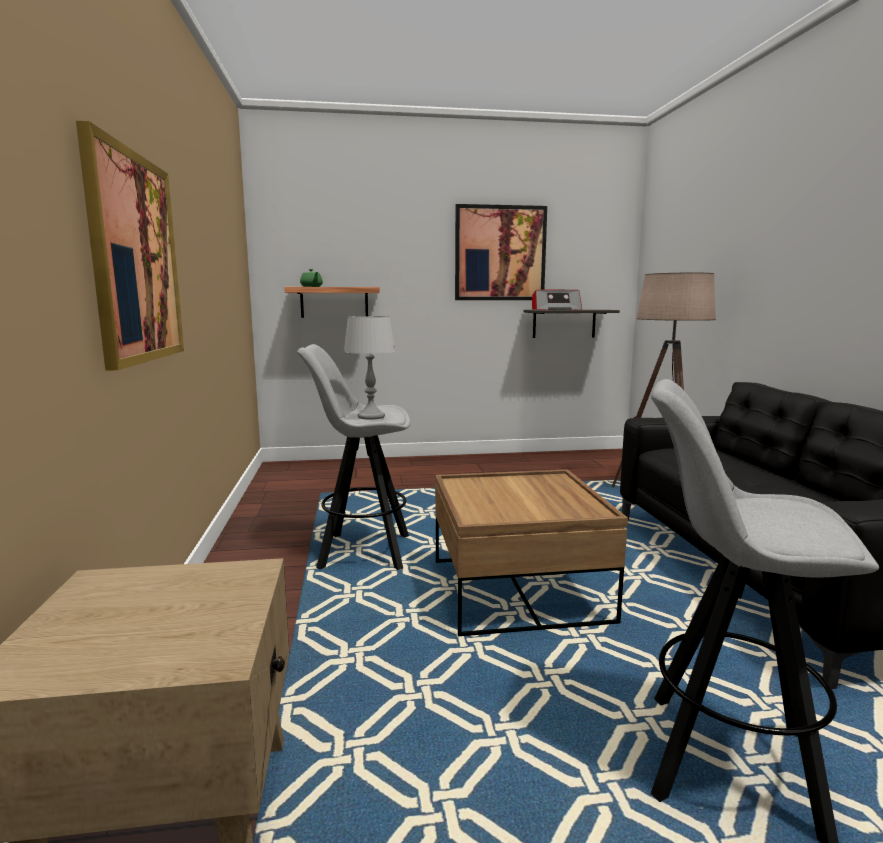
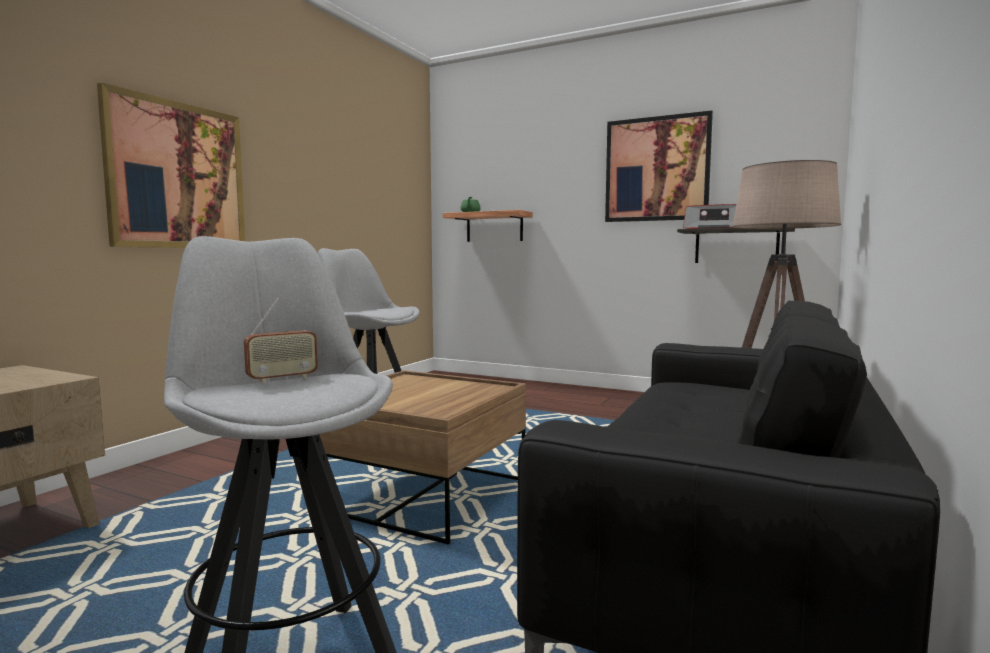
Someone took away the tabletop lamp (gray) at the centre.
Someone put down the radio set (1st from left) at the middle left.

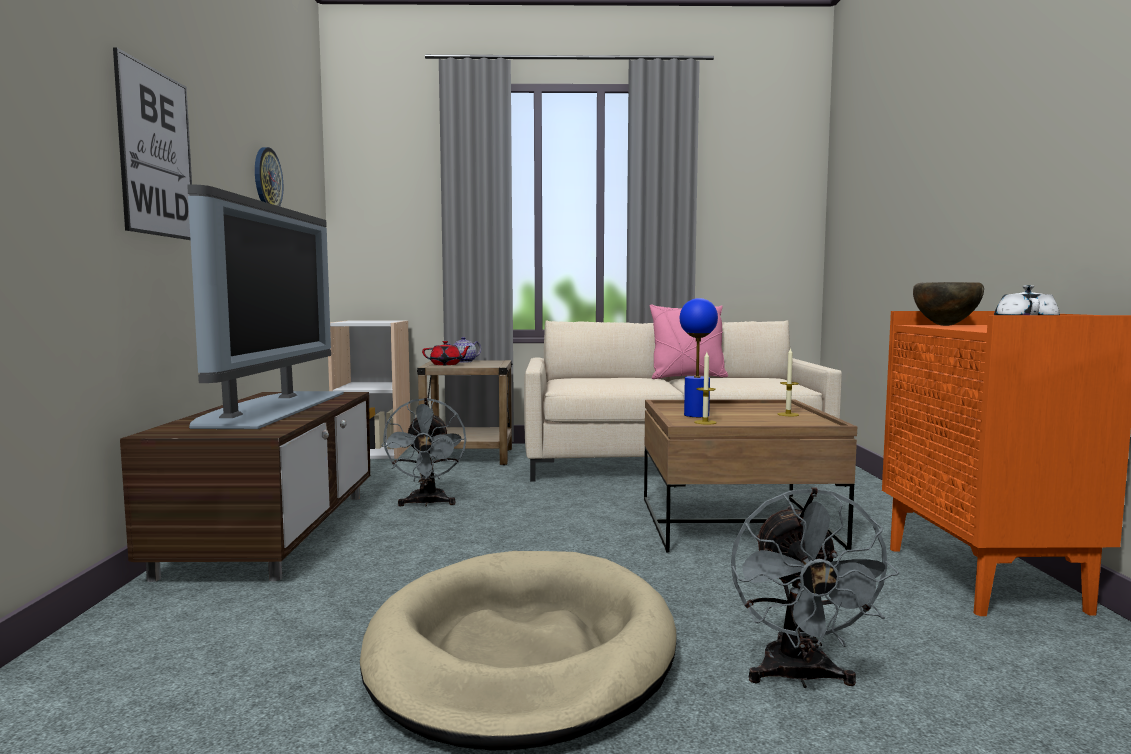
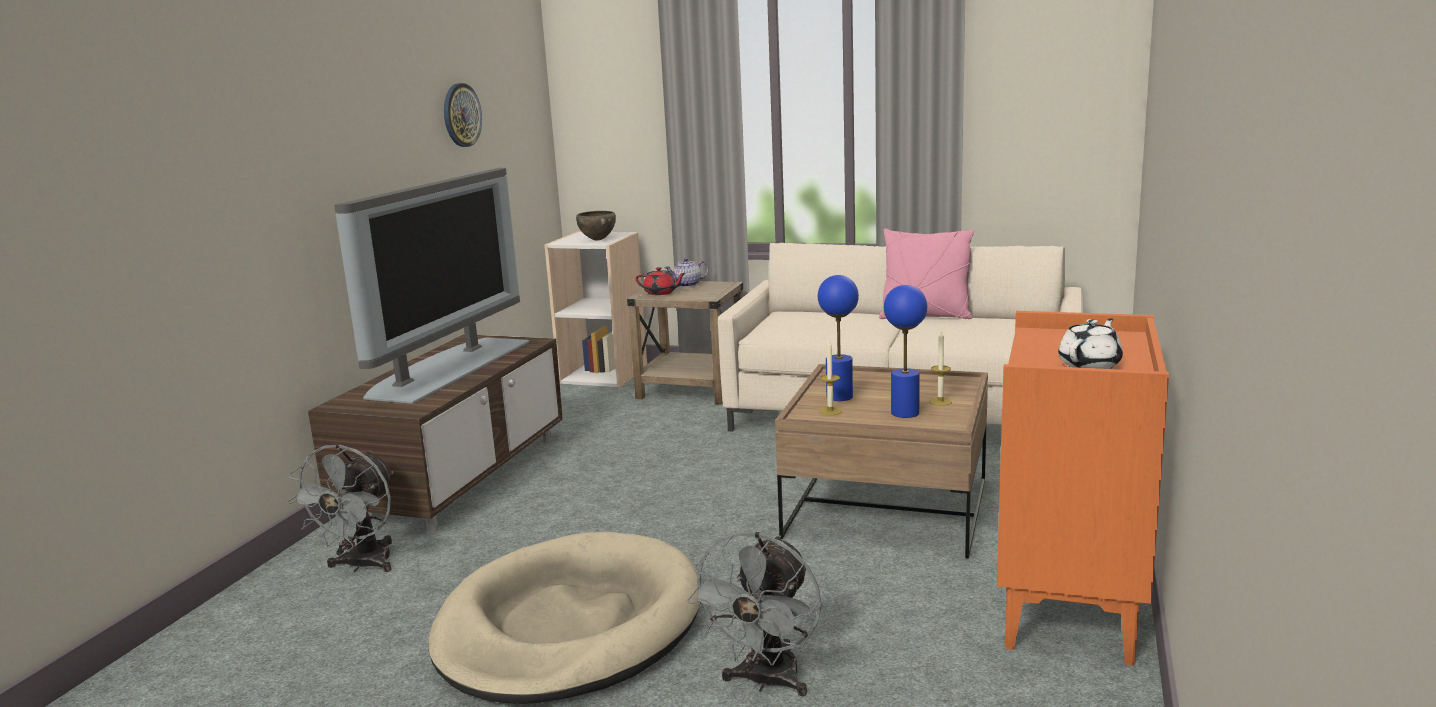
Someone took away the picture at the top left.
Someone carried the fan (gray) (1st from left) from the centre to the bottom left.
Someone carried the deep dish (brown-coloured) from the middle right to the top centre.
Someone put down the tabletop lamp (blue) (2nd from left) at the centre.

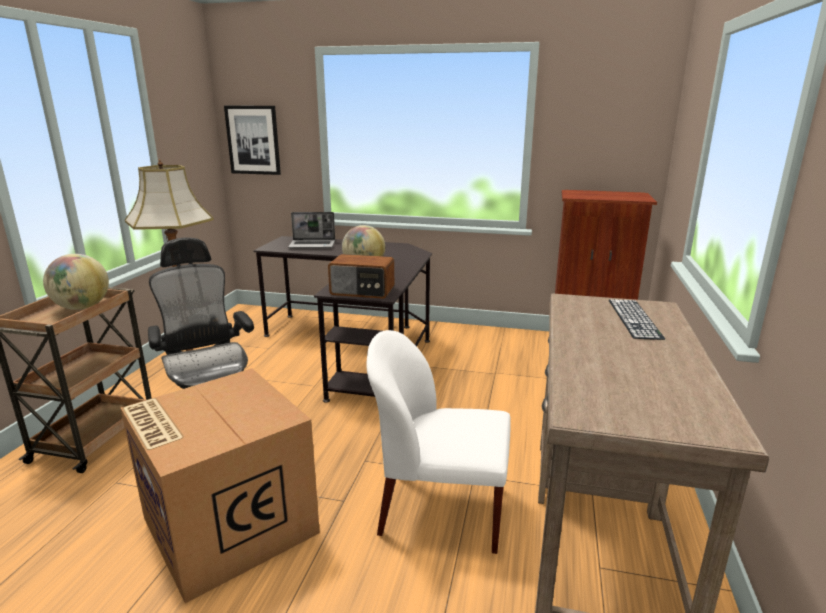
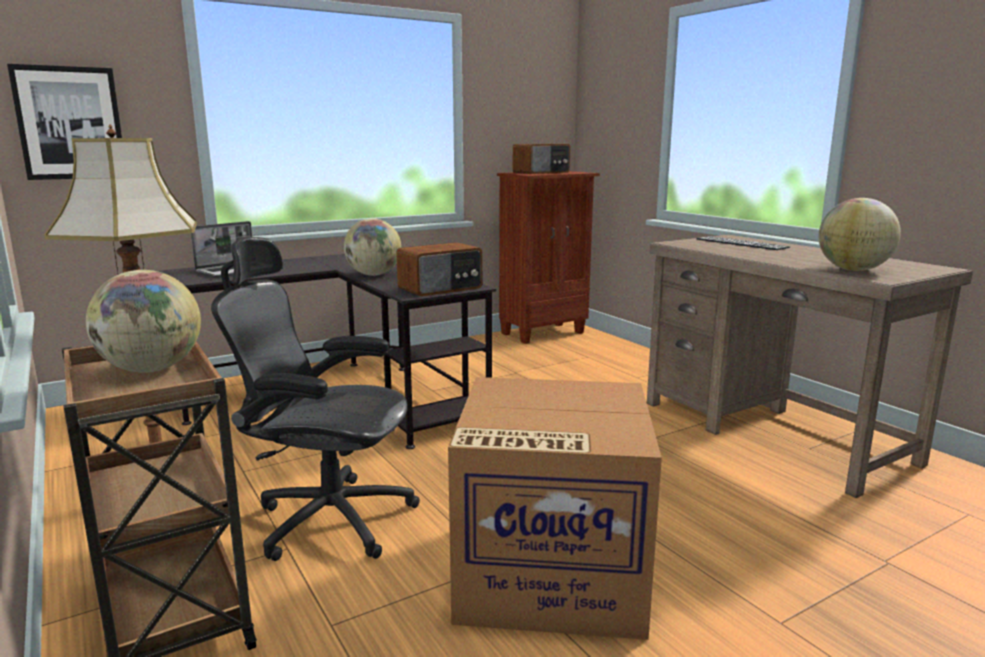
Someone took away the chair (whitish) at the bottom centre.
Someone put down the radio set (2nd from left) at the top centre.
Someone put down the globe (3rd from left) at the middle right.

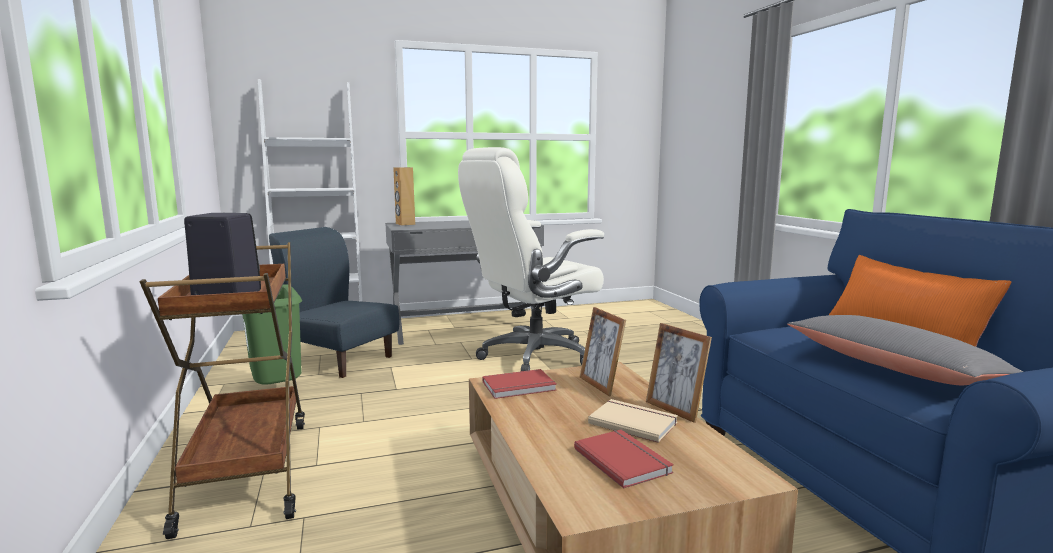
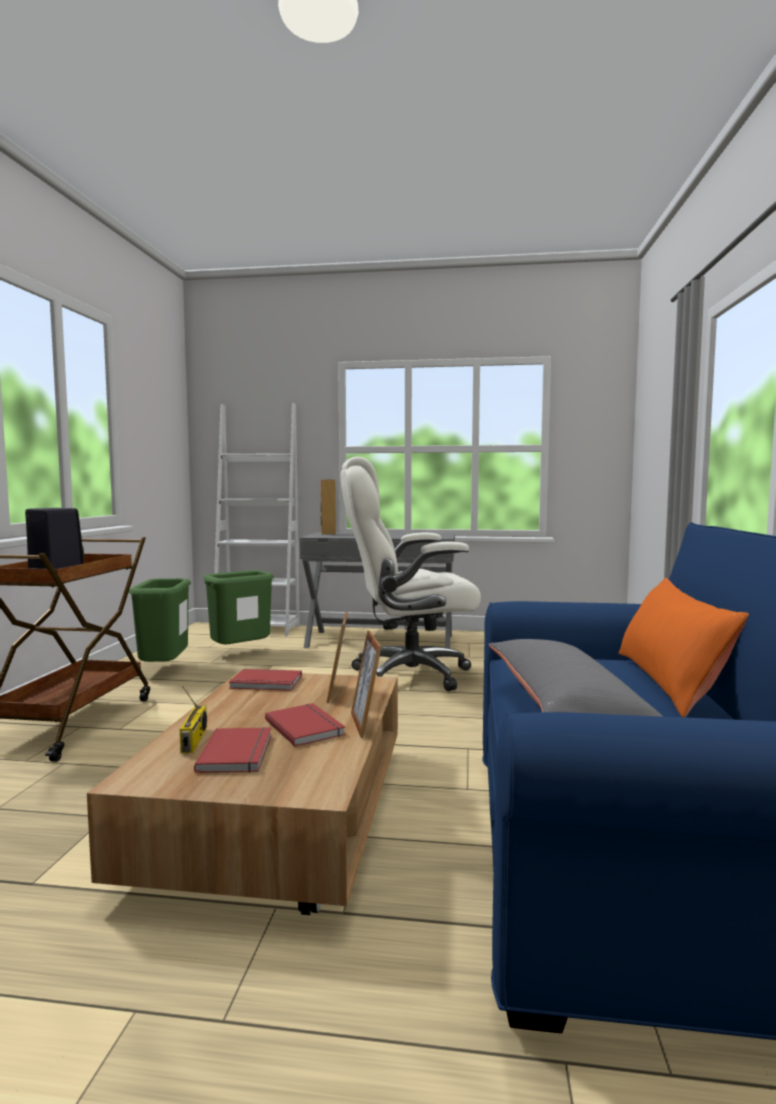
Someone swapped the chair (blue) at the middle left for the trash can (green) (2nd from left) at the middle left.
Someone repainted the volume (beige) at the bottom centre, which became the volume (red) (3rd from left) at the centre.
Someone put down the radio set at the middle left.

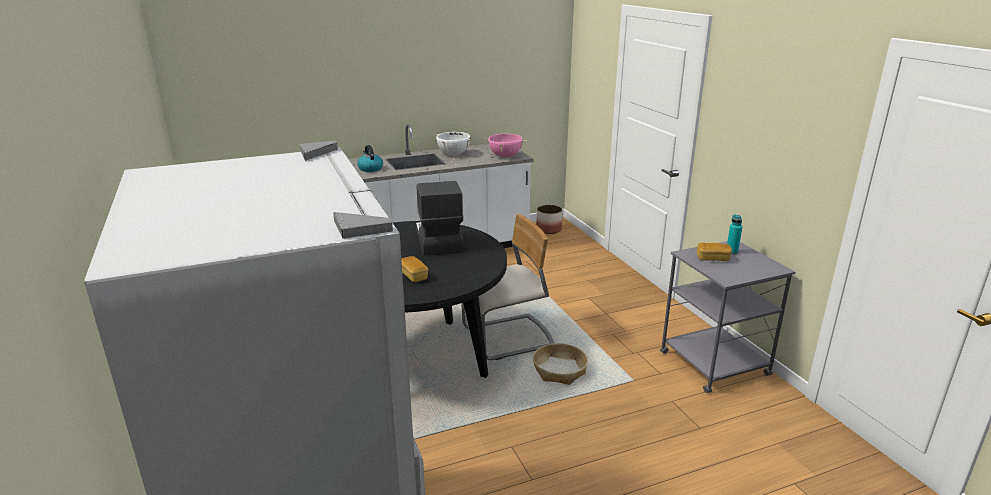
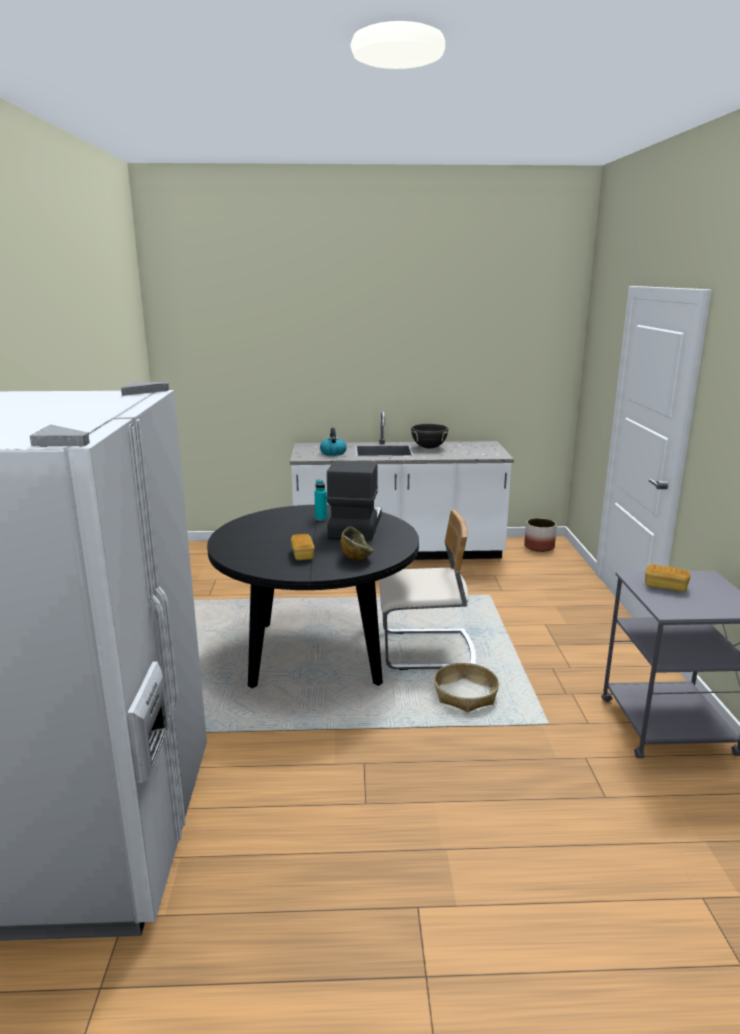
Someone repainted the stockpot (whitish) at the top centre, which became the stockpot (black) at the centre.
Someone took away the stockpot (pinkish) at the top centre.
Someone carried the drink bottle (turquoise) from the middle right to the centre.
Someone put down the deep dish at the centre.

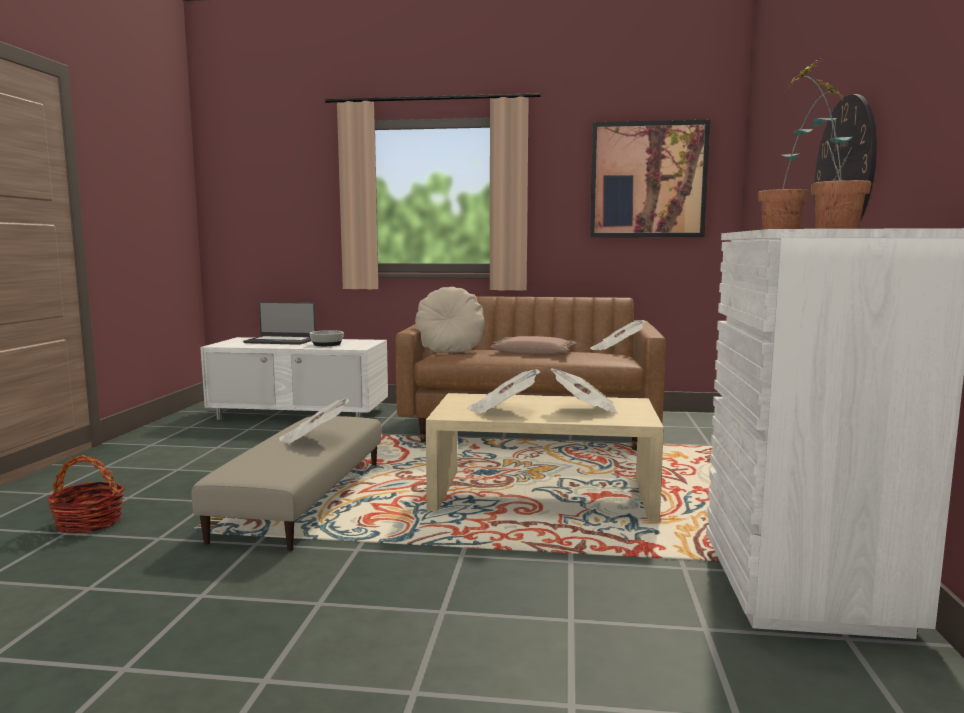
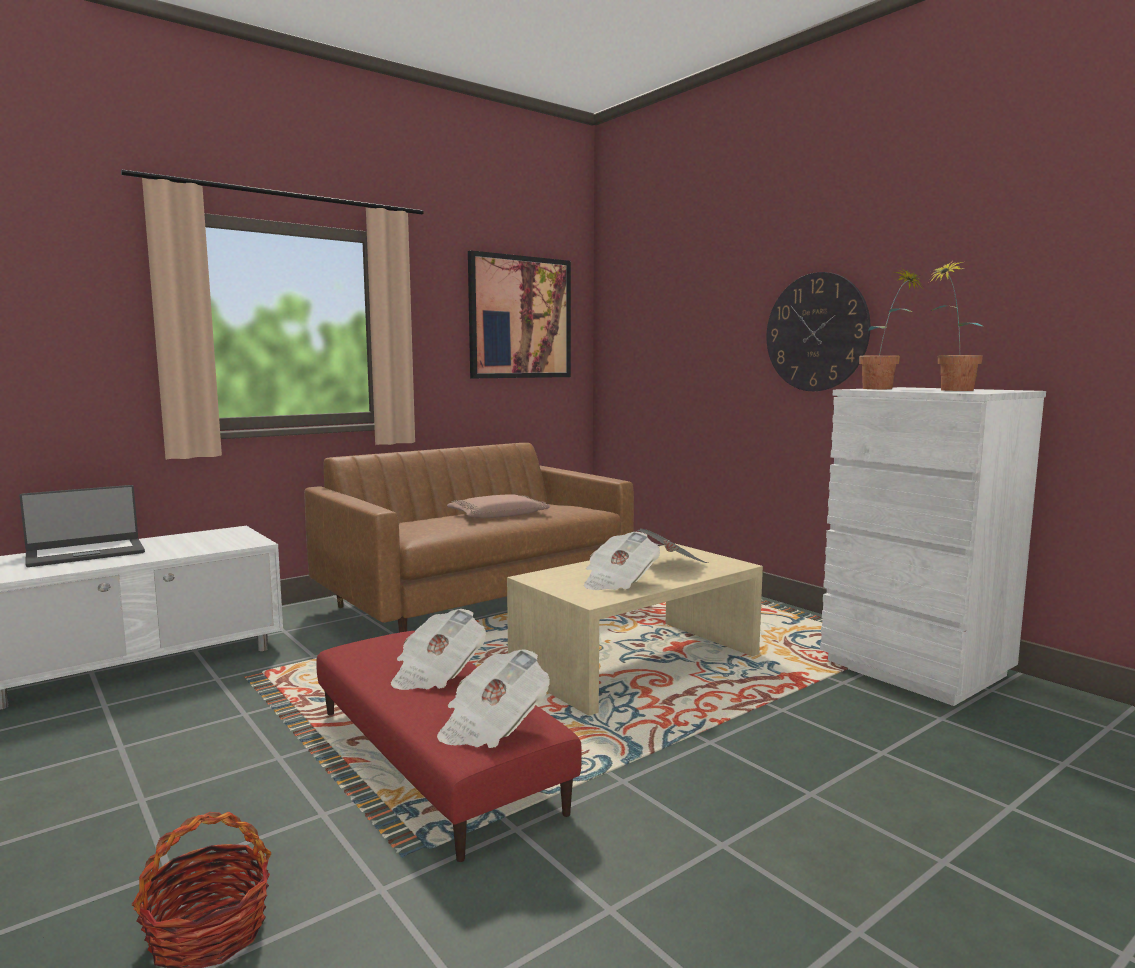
Someone repainted the pouffe (beige) at the bottom left, which became the pouffe (red) at the bottom centre.
Someone took away the deep dish at the centre.
Someone took away the pillow (beige) (1st from left) at the centre.
Someone carried the daily paper (4th from left in the first image) from the centre to the bottom centre.

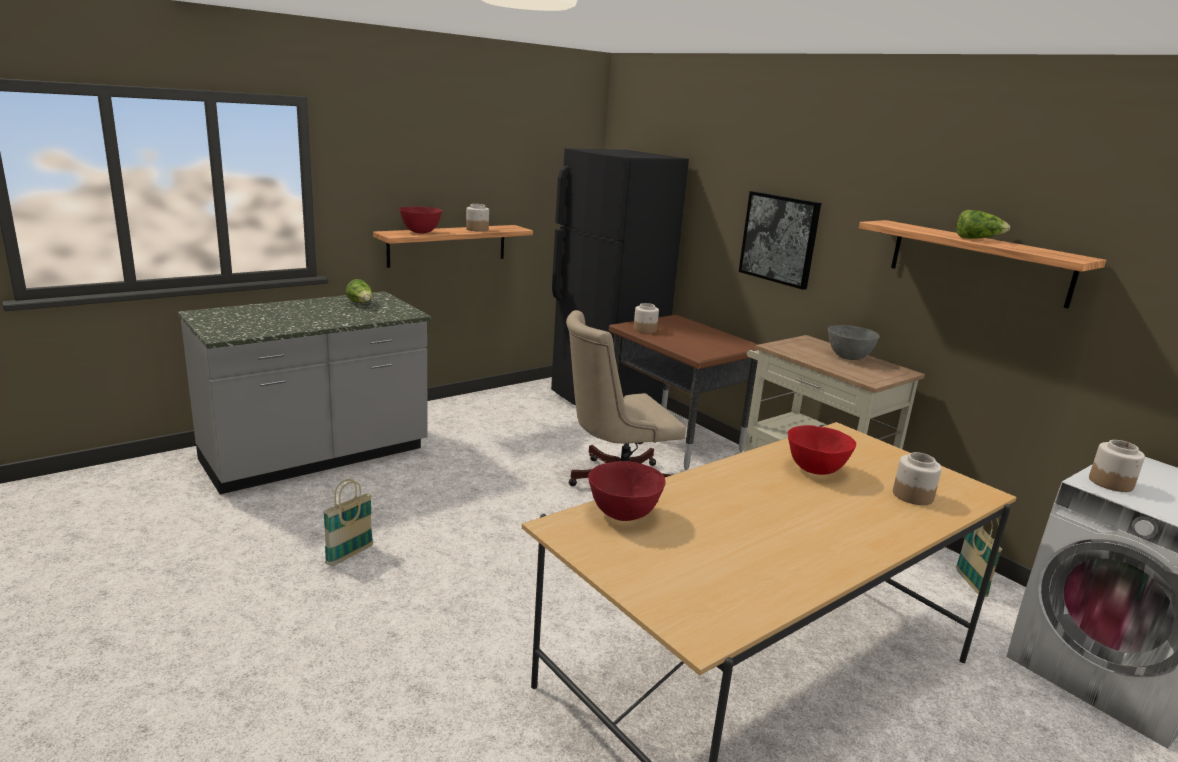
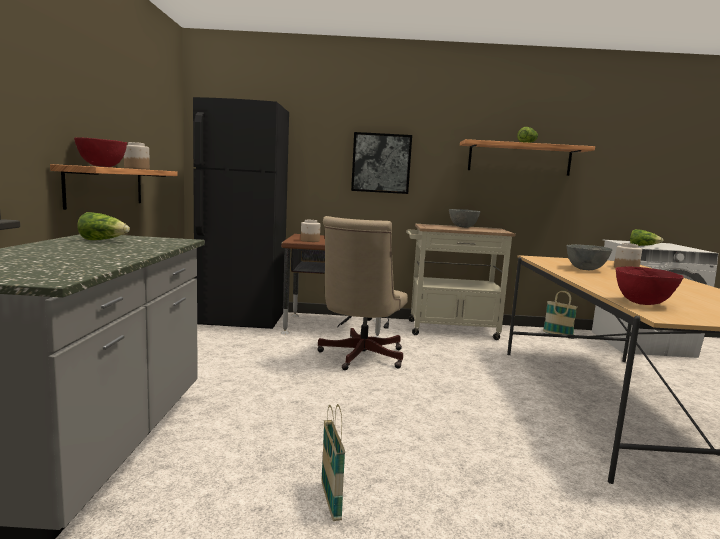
Someone repainted the deep dish (red) (3rd from left) at the middle right, which became the deep dish (gray) (2nd from left) at the middle right.
Someone swapped the storage jar (4th from left) at the middle right for the lettuce (3rd from left) at the middle right.

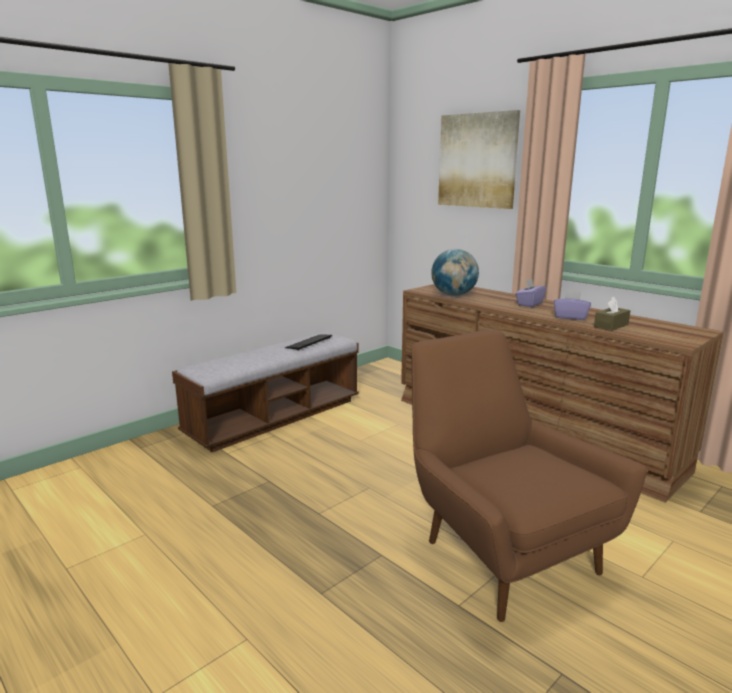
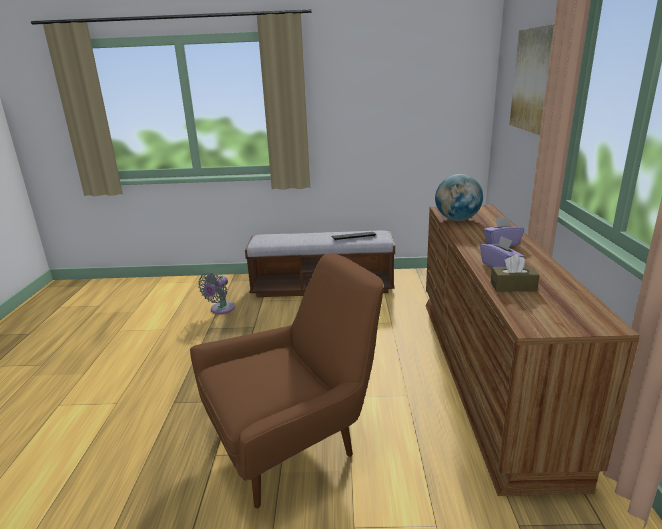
Someone rotated the lounge chair (brown-coloured) at the bottom right by 45 degrees clockwise.
Someone put down the fan (gray) at the middle left.

